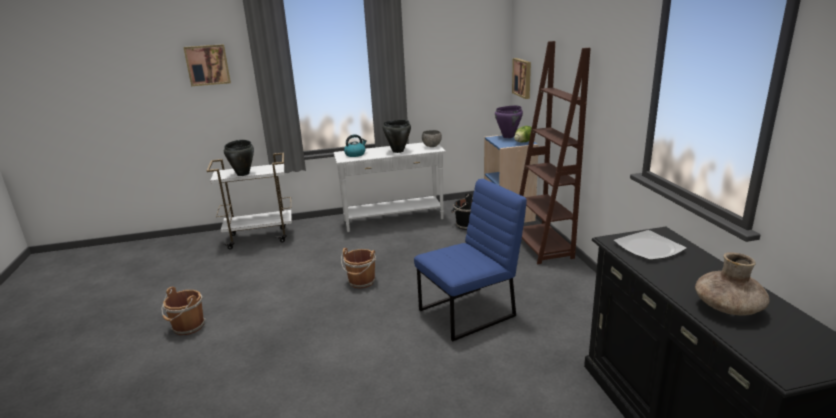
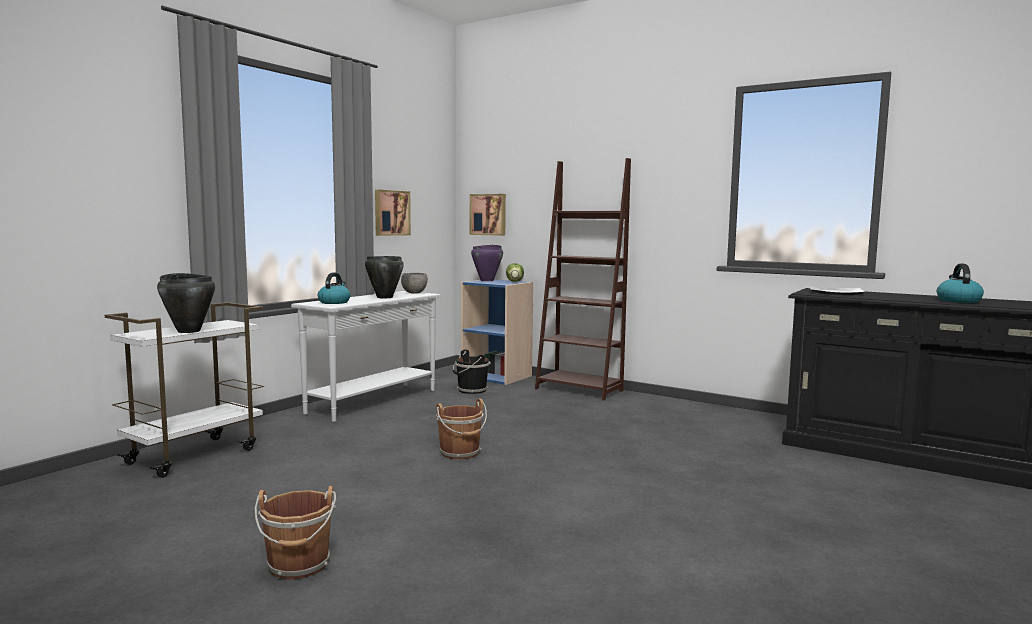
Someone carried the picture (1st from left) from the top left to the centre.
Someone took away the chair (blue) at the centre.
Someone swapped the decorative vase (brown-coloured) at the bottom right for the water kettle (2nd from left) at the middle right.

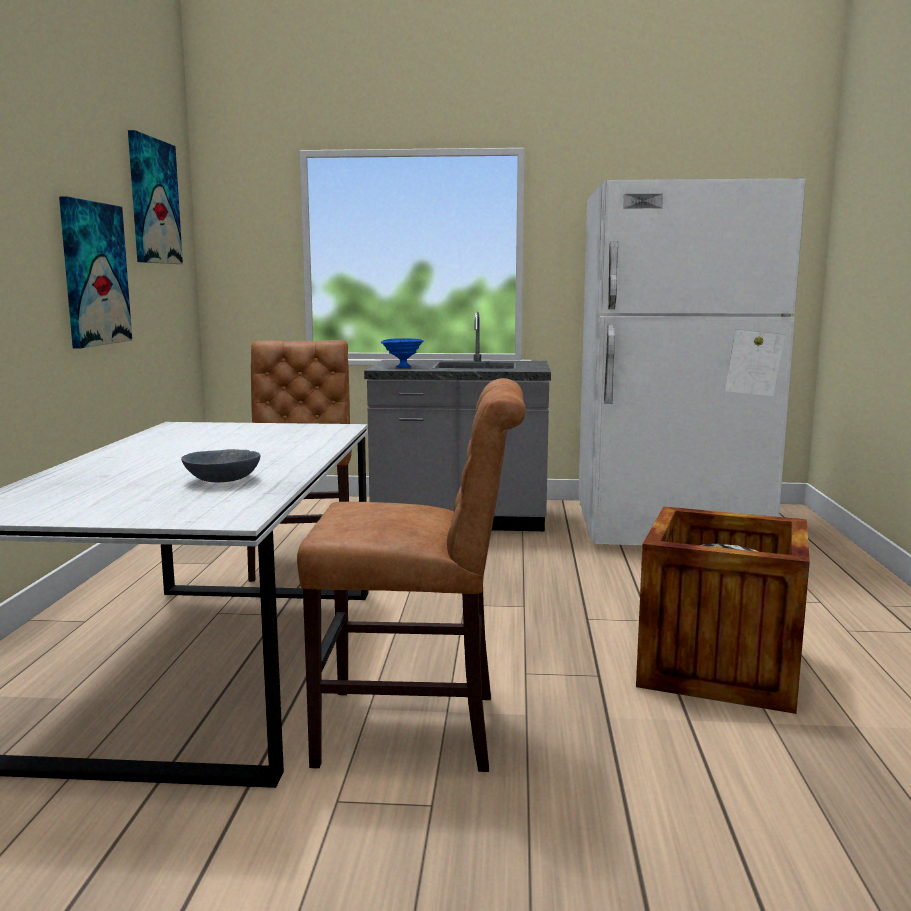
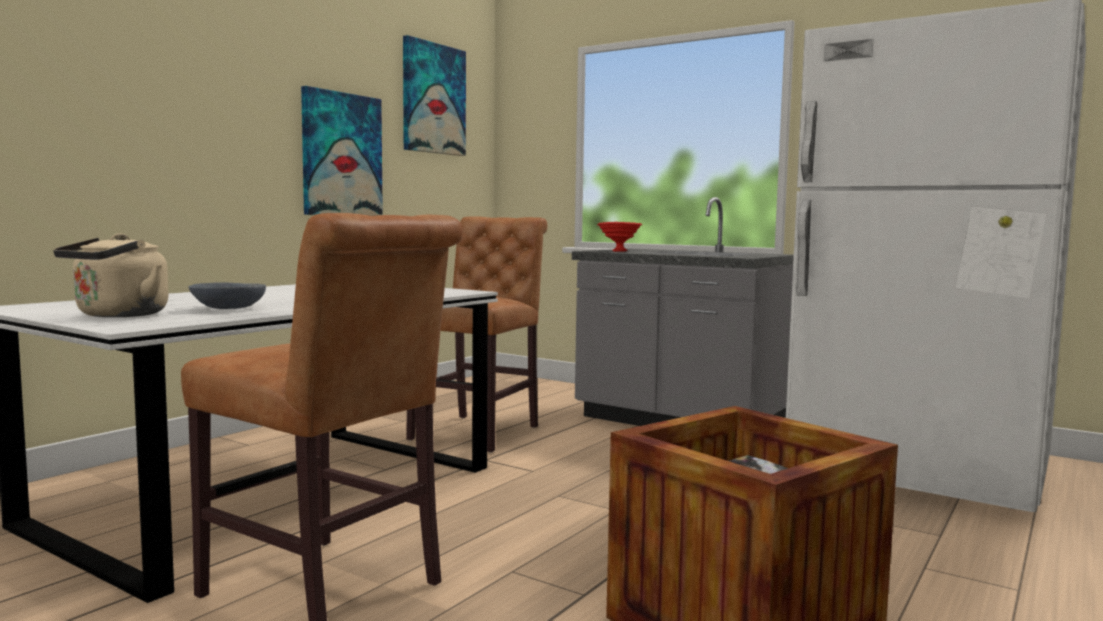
Someone repainted the deep dish (blue) at the centre, which became the deep dish (red) at the centre.
Someone put down the water kettle (beige) at the middle left.

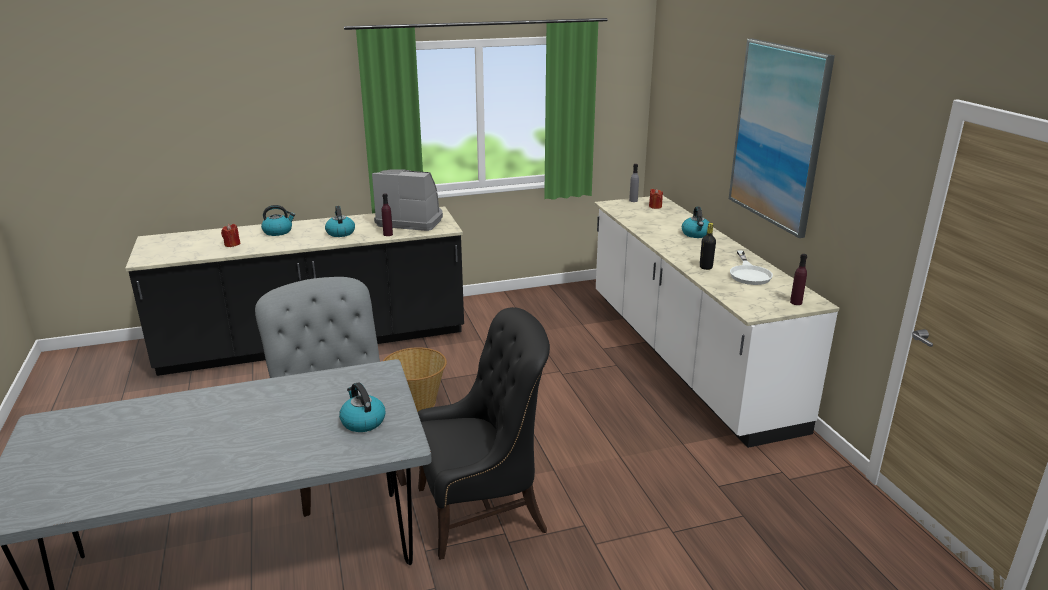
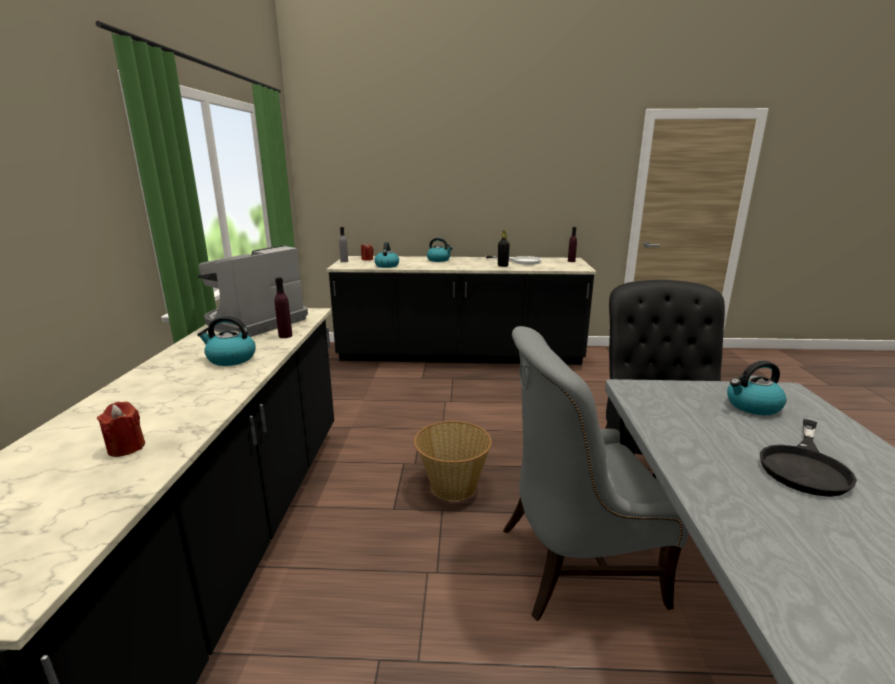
Someone carried the water kettle (1st from left in the first image) from the middle left to the centre.
Someone repainted the kitchen base unit (whitish) at the middle right, which became the kitchen base unit (black) (2nd from left) at the centre.
Someone took away the picture at the top right.
Someone put down the skillet (black) at the bottom right.

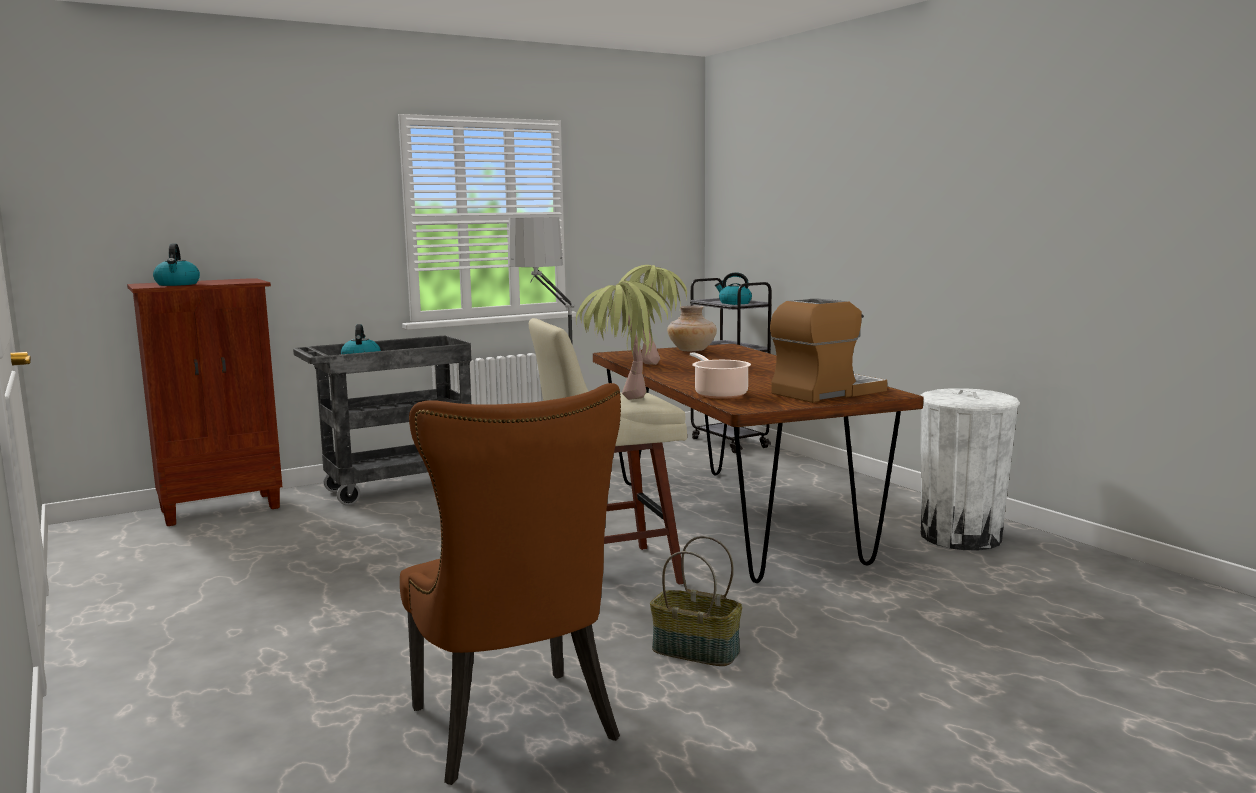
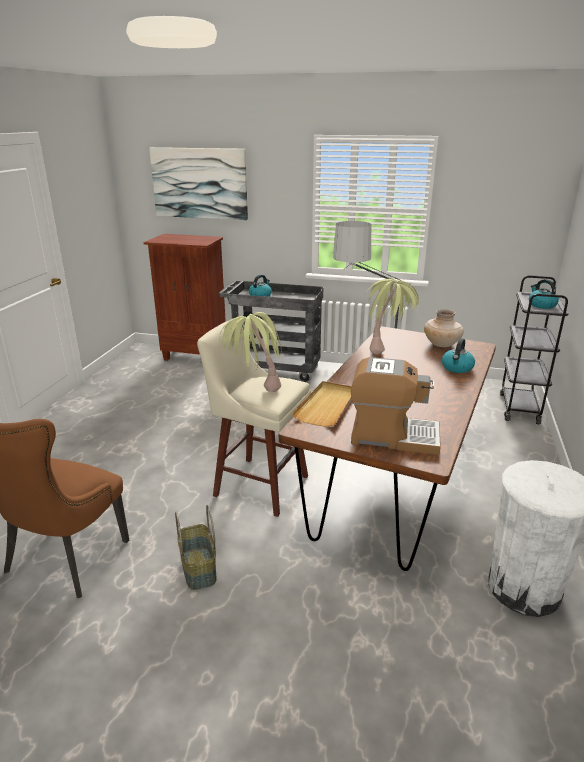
Someone carried the water kettle (1st from left in the first image) from the middle left to the middle right.
Someone swapped the stockpot at the centre for the tray (beige) at the centre.
Someone put up the picture at the top centre.

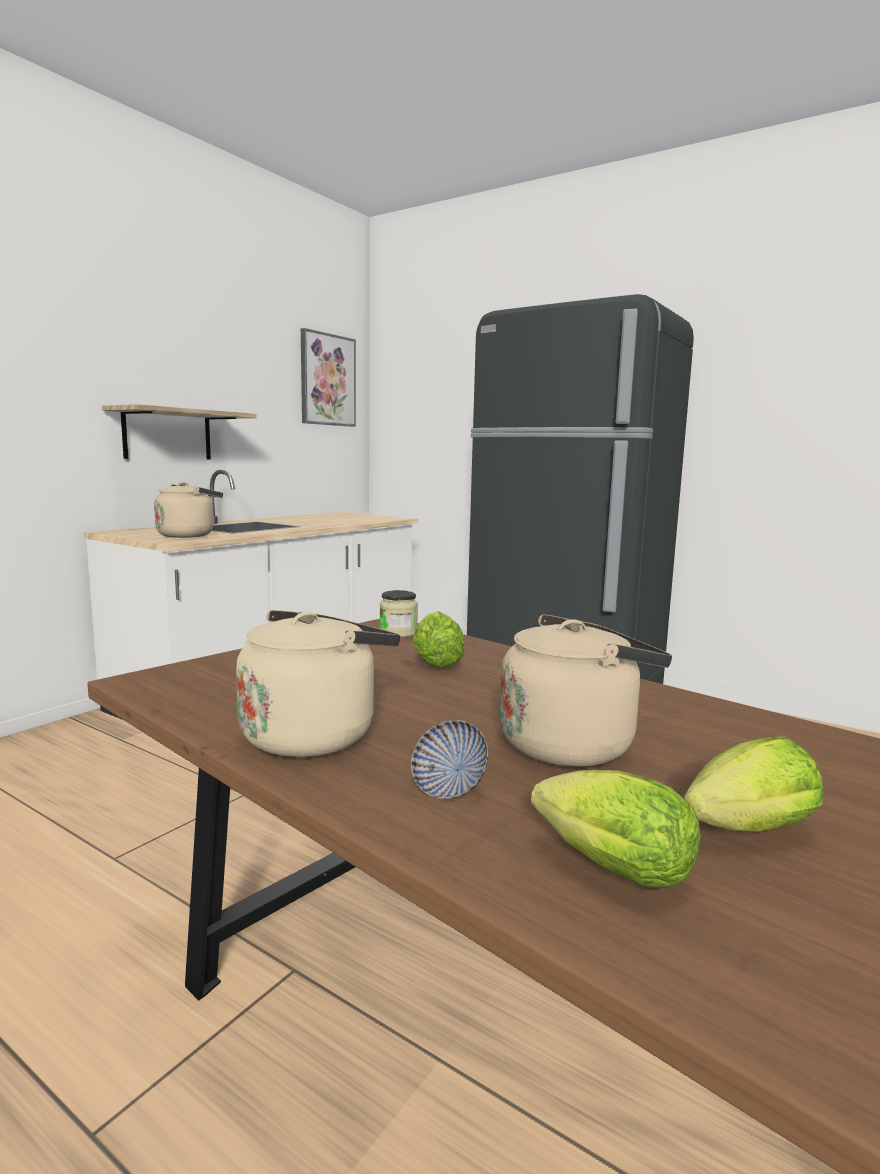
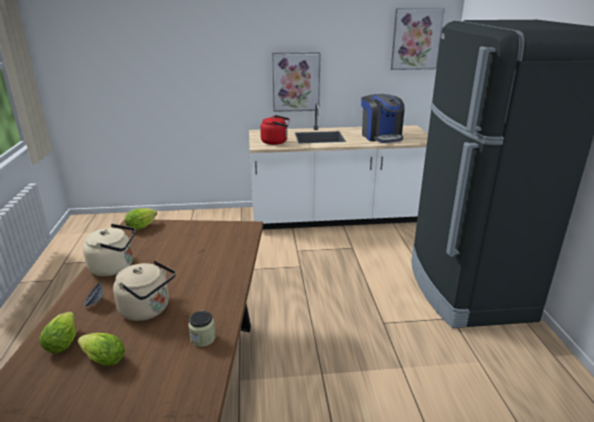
Someone swapped the shelf at the middle left for the picture (1st from left) at the top centre.
Someone repainted the water kettle (beige) (1st from left) at the middle left, which became the water kettle (red) at the top centre.
Someone carried the storage jar from the centre to the bottom centre.
Someone carried the lettuce (1st from left in the first image) from the centre to the middle left.
Someone put down the coffee brewer at the top centre.

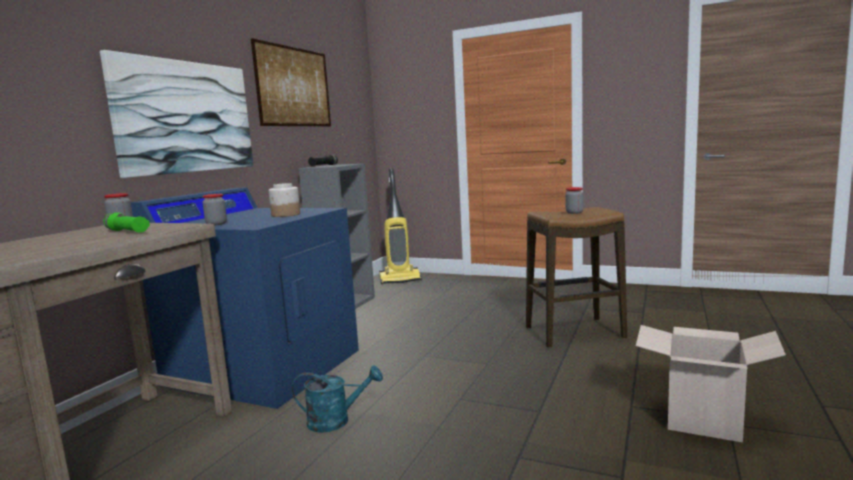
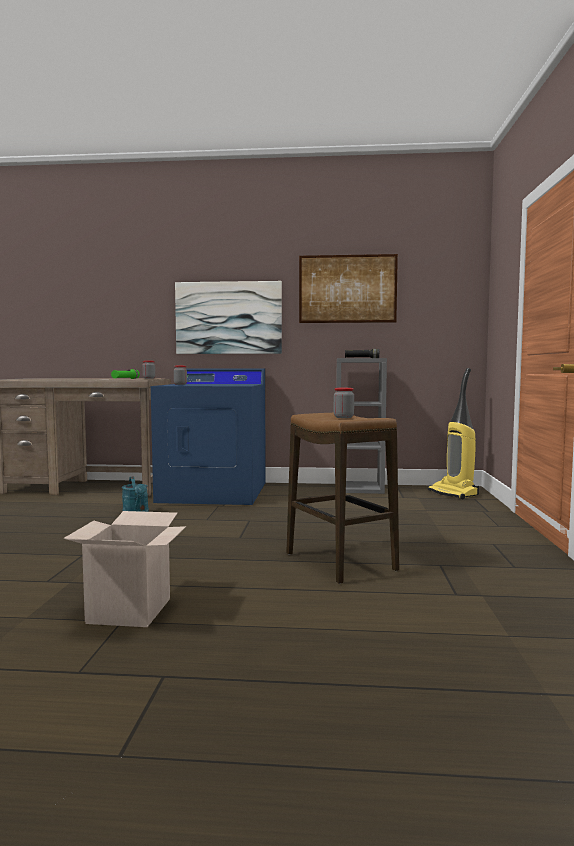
Someone took away the storage jar (3rd from left) at the middle left.

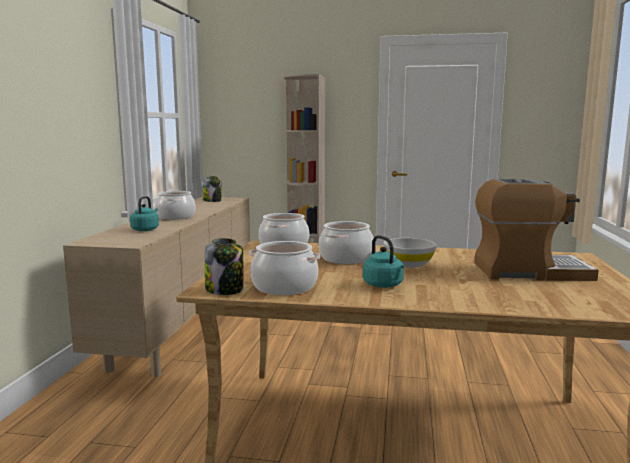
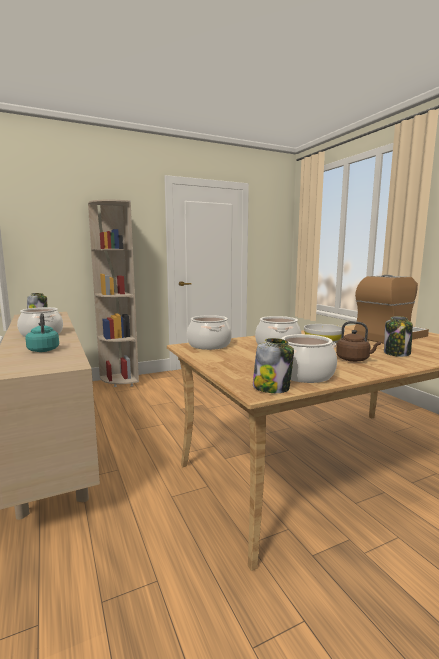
Someone repainted the water kettle (turquoise) (2nd from left) at the centre, which became the water kettle (brown-coloured) at the middle right.
Someone put down the storage jar (3rd from left) at the middle right.

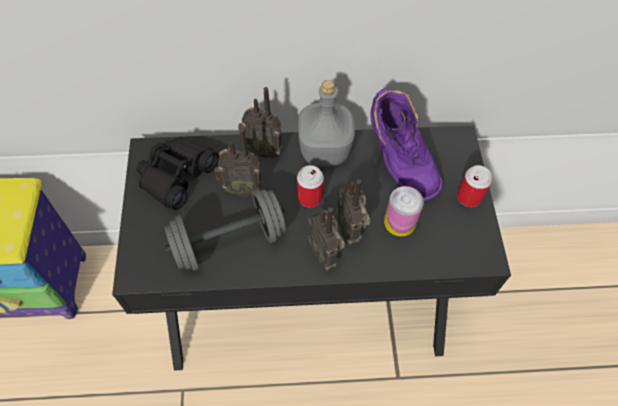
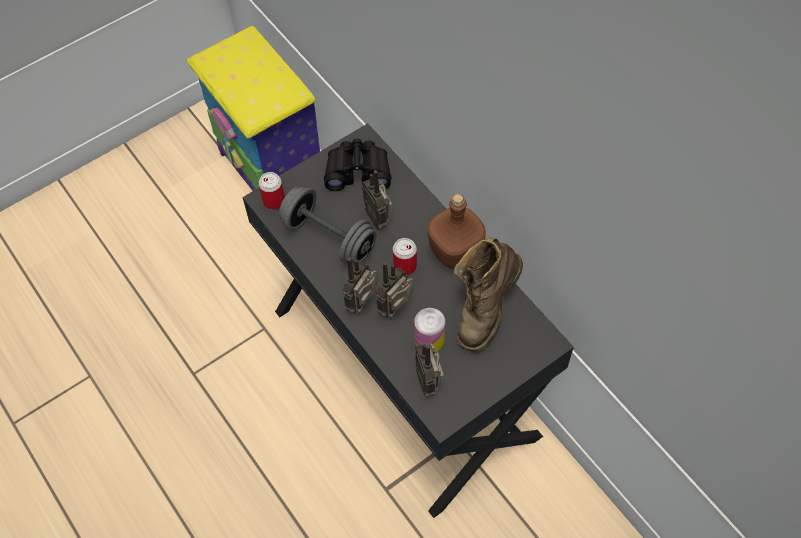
Someone carried the radio set (2nd from left in the first image) from the top centre to the bottom centre.
Someone repainted the drink bottle (gray) at the top centre, which became the drink bottle (brown-coloured) at the centre.
Someone repainted the high-top boot (purple) at the centre, which became the high-top boot (brown-coloured) at the centre.
Someone carried the metal can (3rd from left in the first image) from the middle right to the centre.

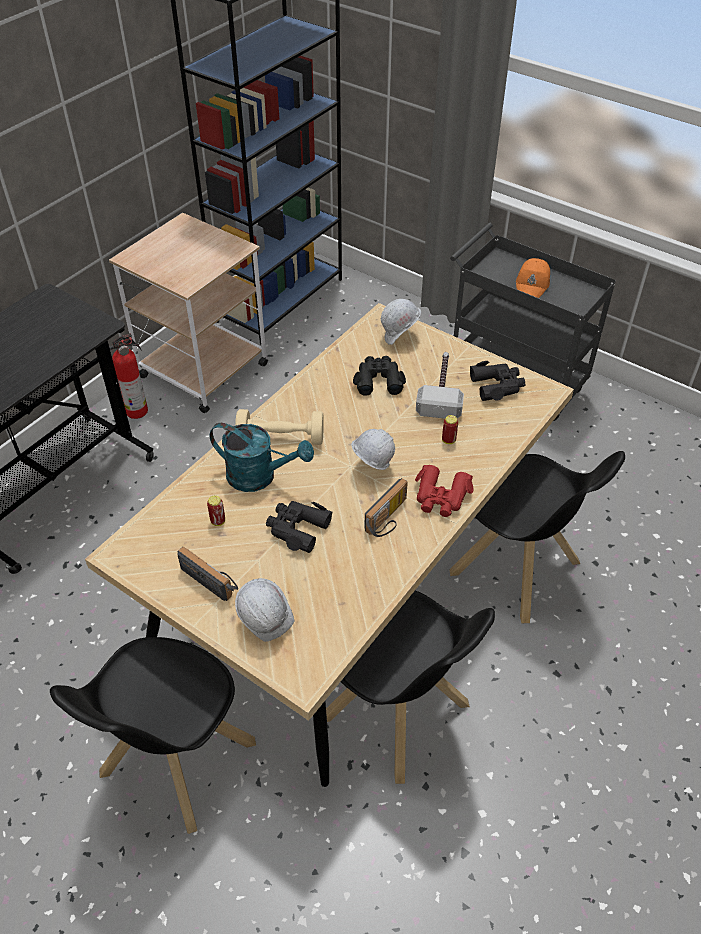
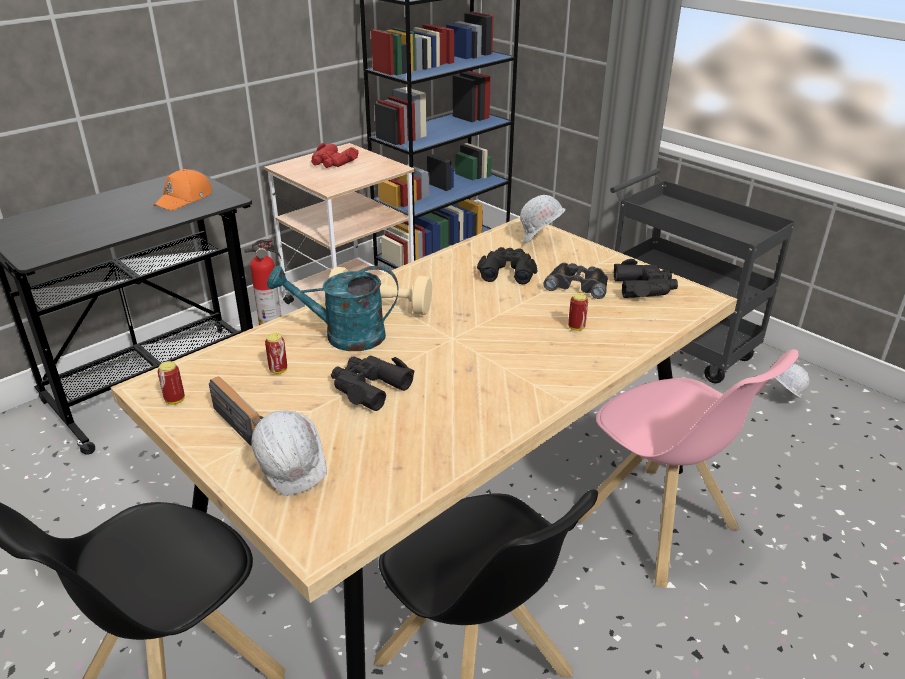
Someone rotated the sprinkling can (turquoise) at the centre by 150 degrees clockwise.
Someone carried the hard hat (whitish) (2nd from left in the first image) from the centre to the middle right.
Someone took away the radio set (2nd from left) at the centre.
Someone carried the binoculars (red) from the centre to the top centre.
Someone swapped the hand hammer at the centre for the binoculars (black) (3rd from left) at the centre.
Someone repainted the chair (black) (3rd from left) at the middle right, which became the chair (pinkish) at the bottom right.
Someone carried the baseball cap (orangey) from the top right to the top left.
Someone put down the metal can (1st from left) at the middle left.

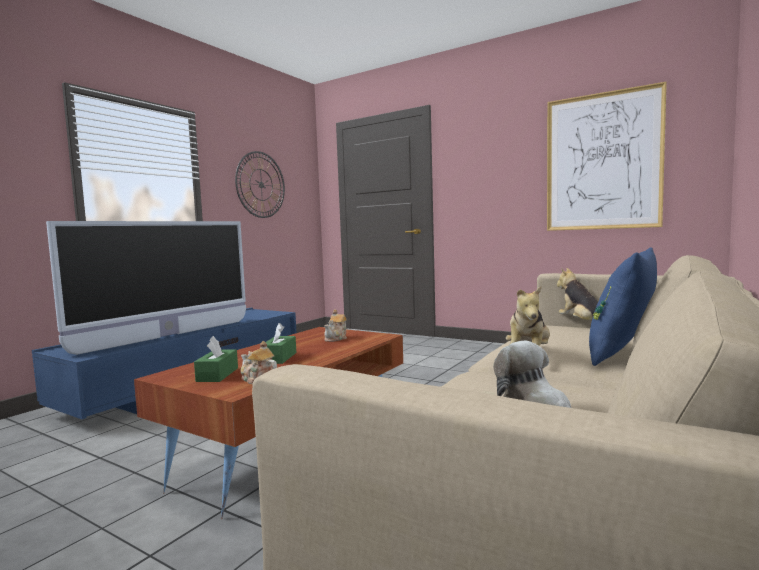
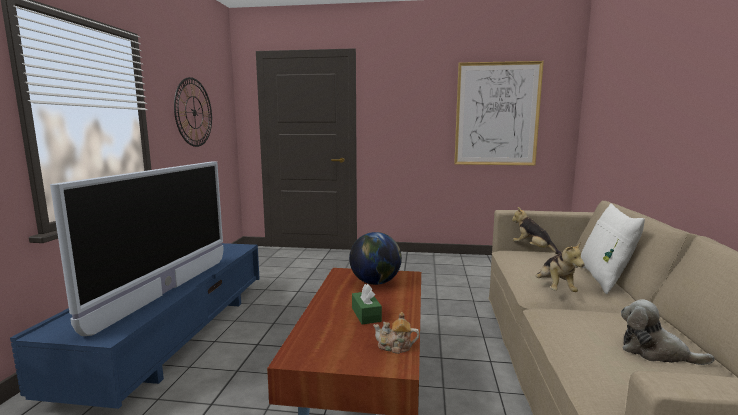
Someone took away the box of tissues (green) (1st from left) at the middle left.
Someone swapped the tea pot (2nd from left) at the centre for the globe at the centre.
Someone repainted the pillow (blue) at the middle right, which became the pillow (whitish) at the middle right.

